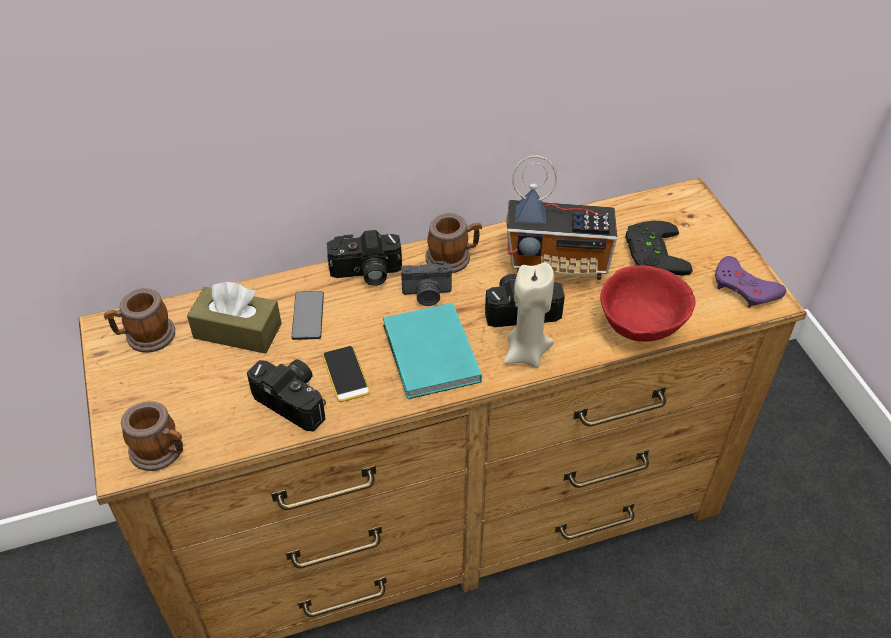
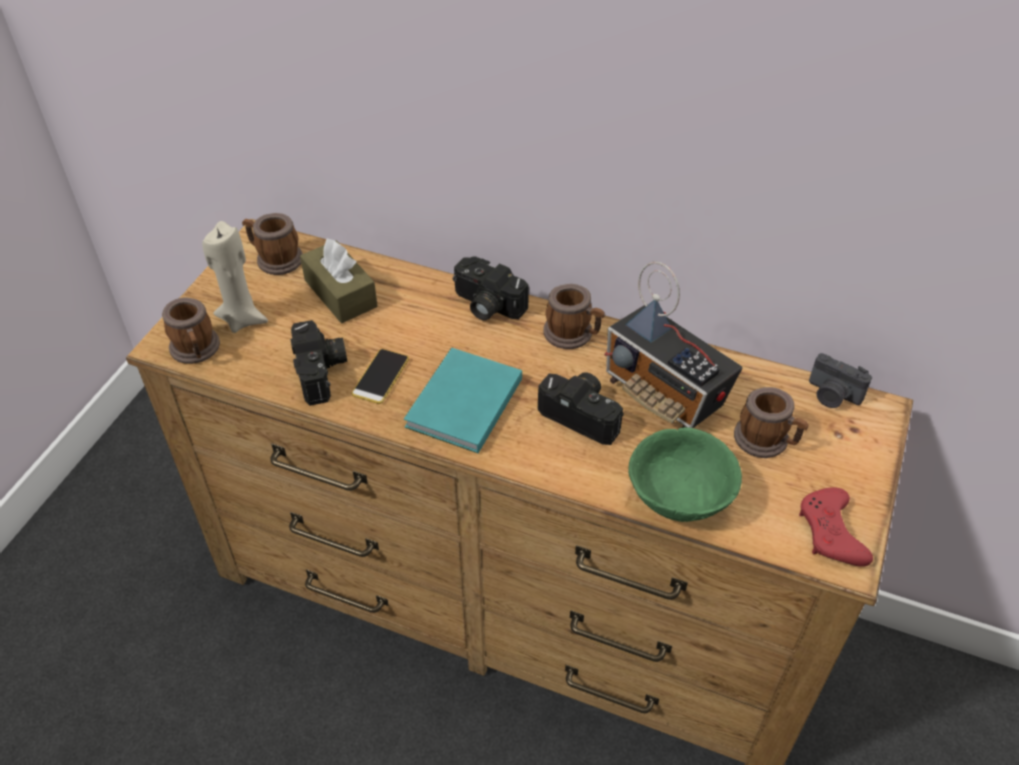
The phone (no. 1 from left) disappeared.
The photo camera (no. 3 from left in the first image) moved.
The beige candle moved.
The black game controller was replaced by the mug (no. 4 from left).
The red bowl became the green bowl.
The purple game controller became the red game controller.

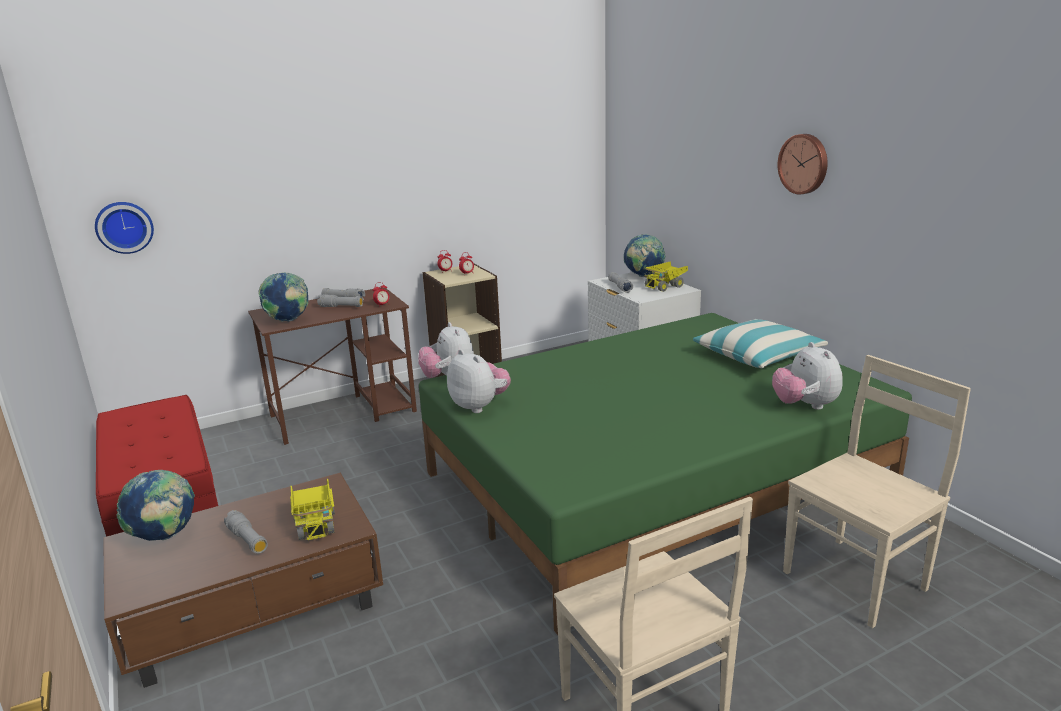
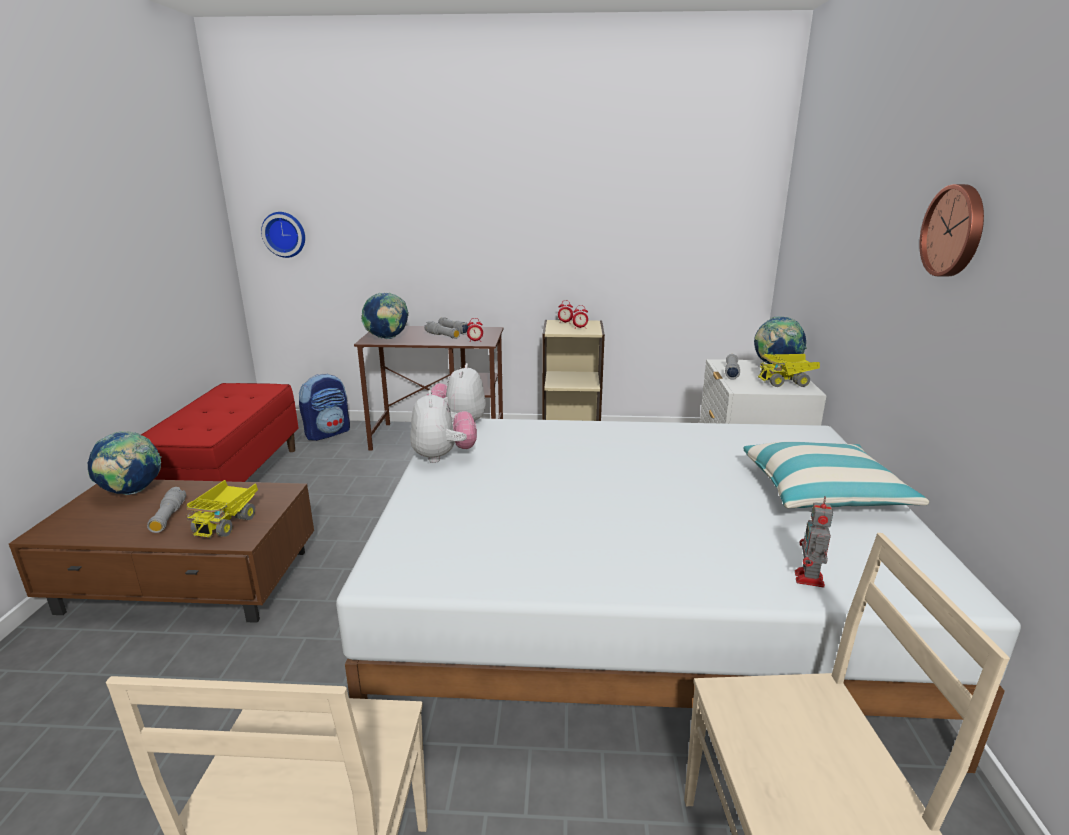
The backpack appeared.
The plush toy (no. 3 from left) was replaced by the toy robot.
The green bed became the white bed.

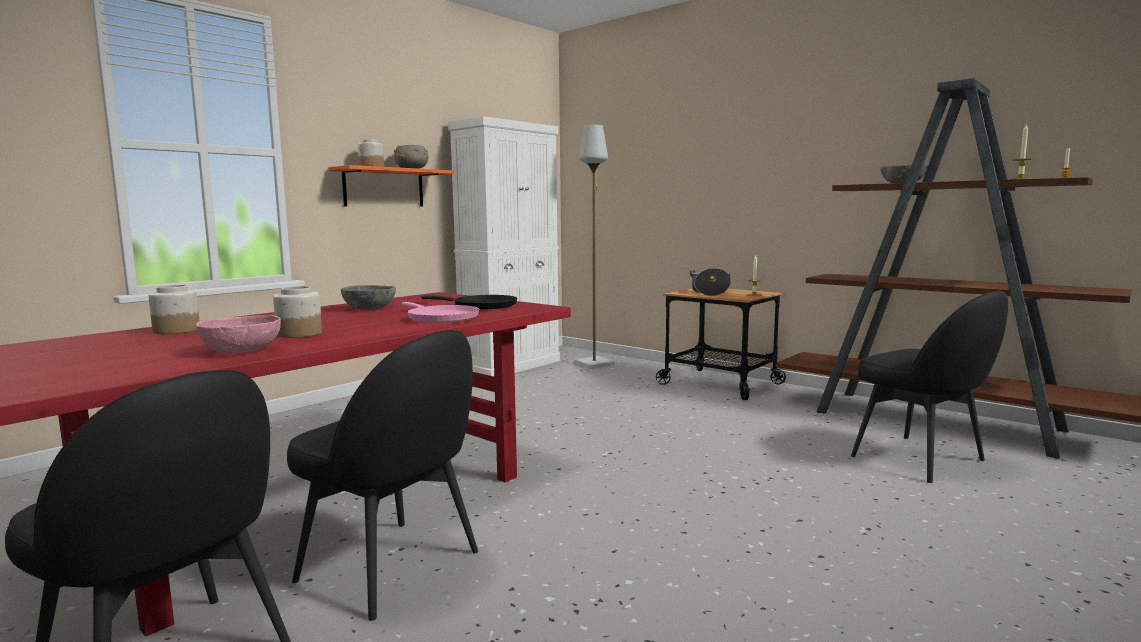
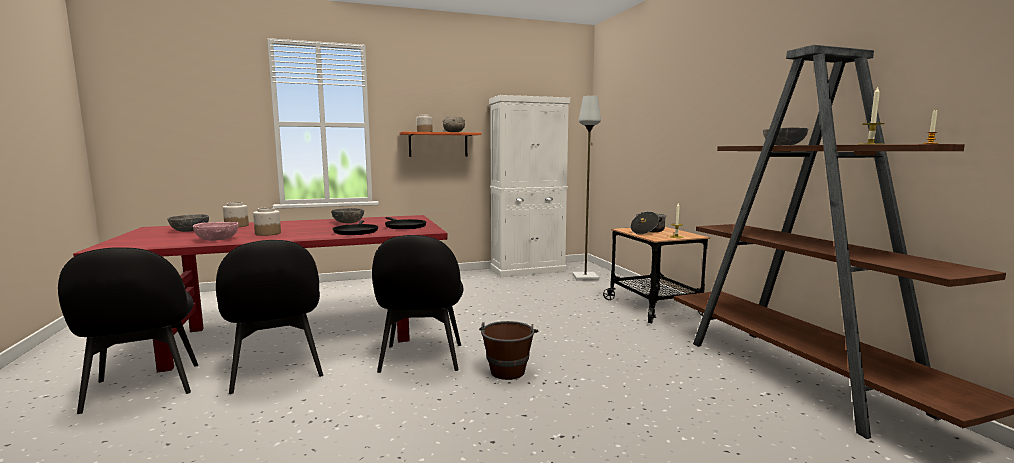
The grey bowl (no. 1 from left) appeared.
The brown bucket appeared.
The black chair (no. 3 from left) moved.
The pink frying pan became the black frying pan (no. 1 from left).

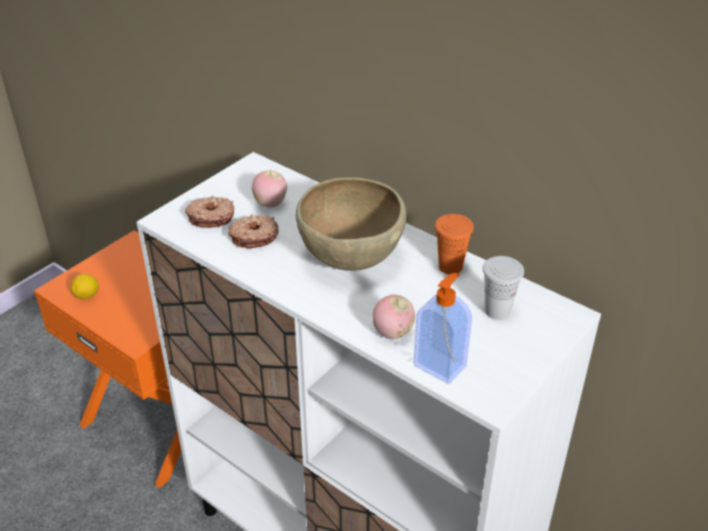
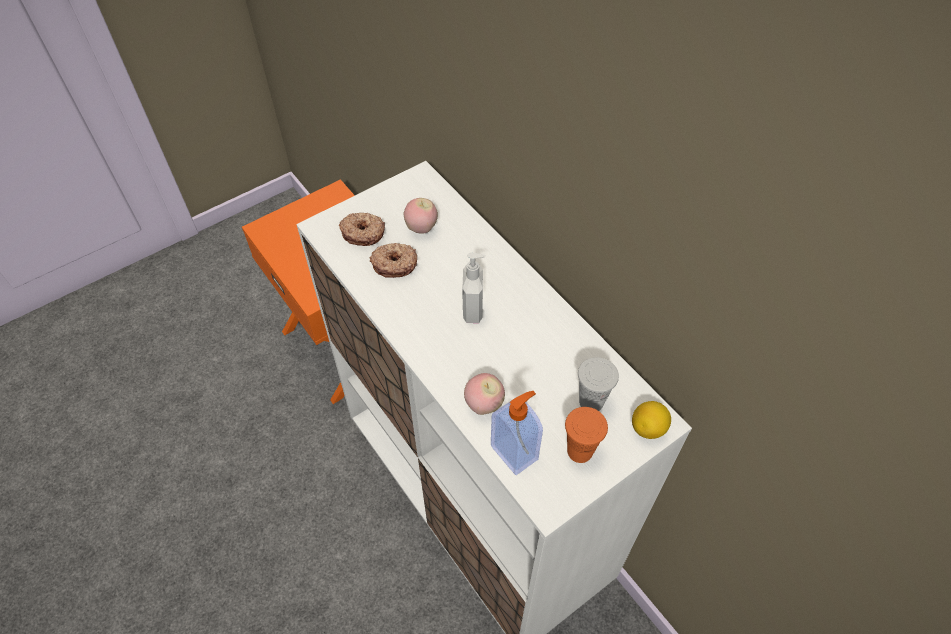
The lemon moved.
The orange cup moved.
The brown bowl was replaced by the soap dispenser (no. 1 from left).

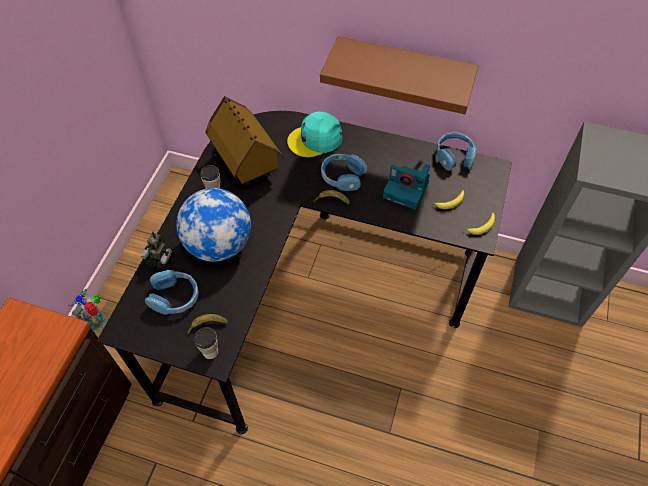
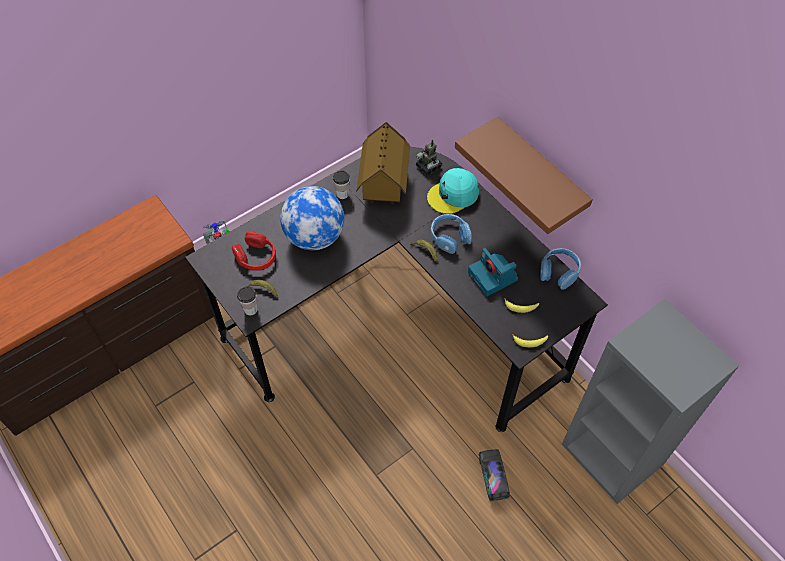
The toy truck appeared.
The toy robot (no. 2 from left) moved.
The blue headphones (no. 1 from left) became the red headphones.
The turquoise cap turned 45 degrees counterclockwise.

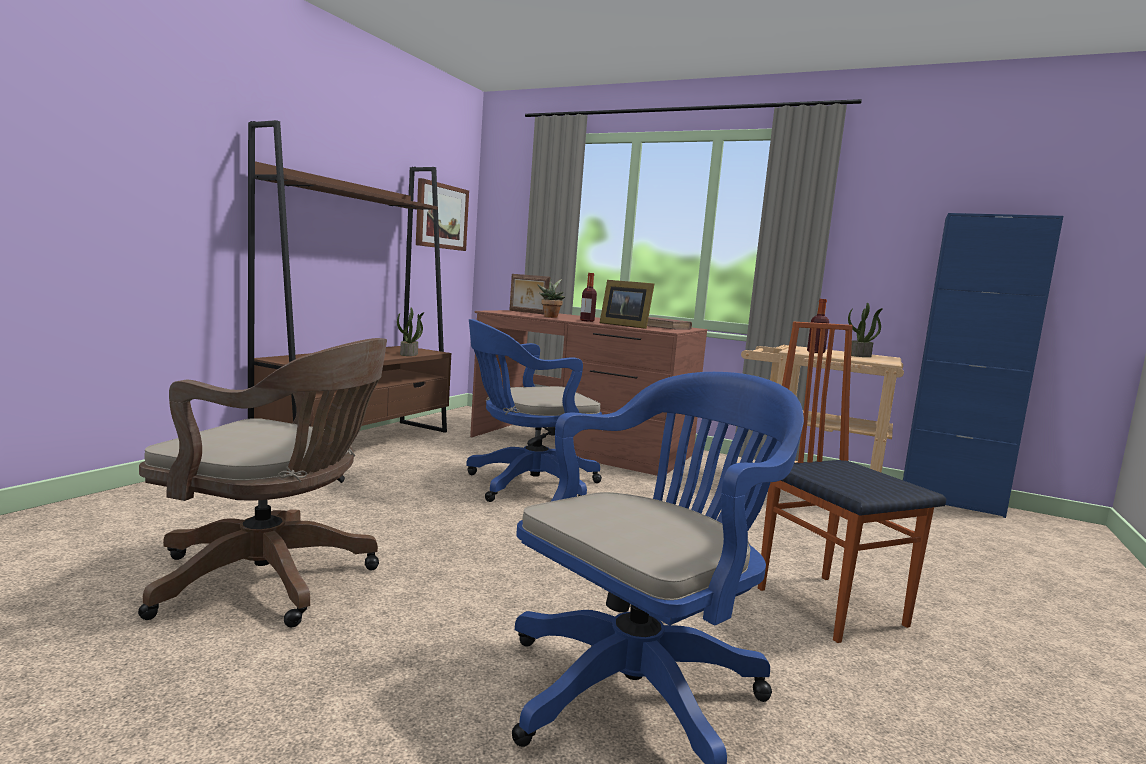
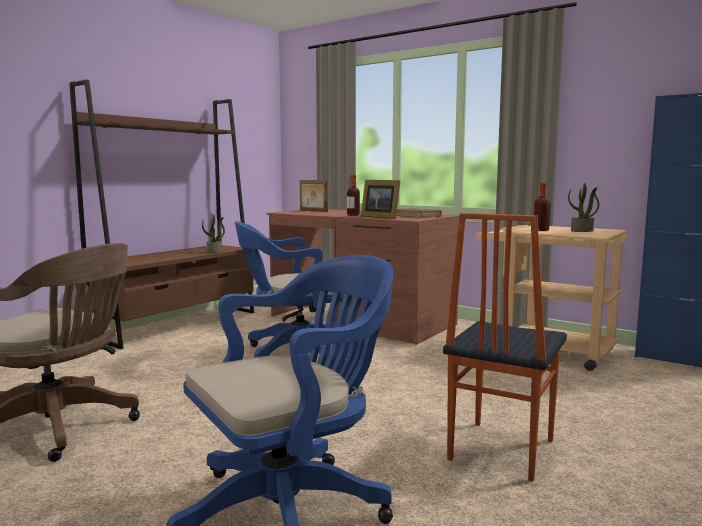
The picture disappeared.
The potted plant (no. 2 from left) disappeared.
The chair turned 135 degrees counterclockwise.

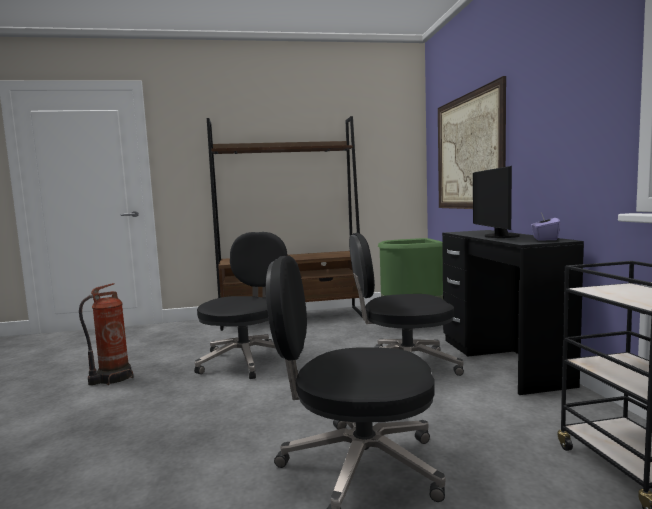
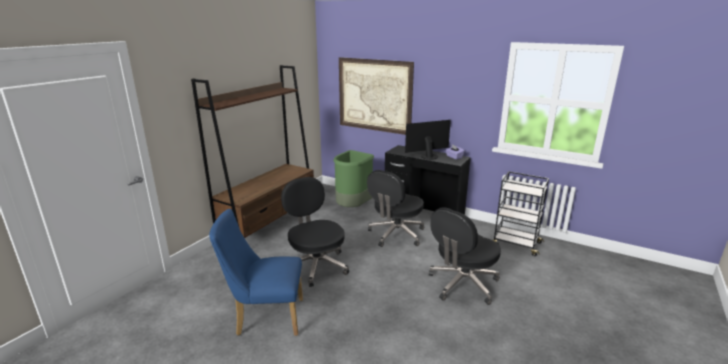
The fire extinguisher was replaced by the blue chair.
The monitor turned 120 degrees clockwise.

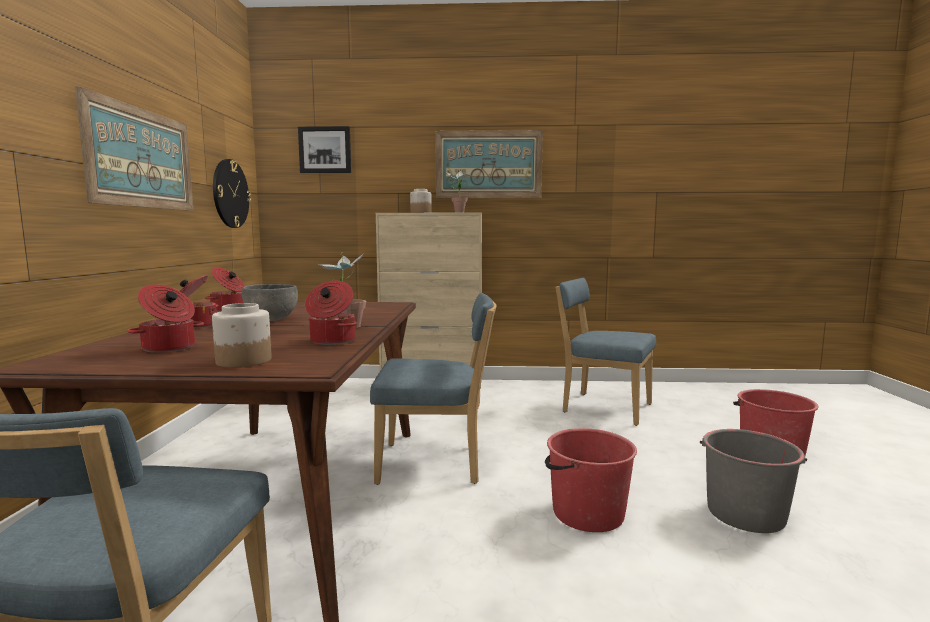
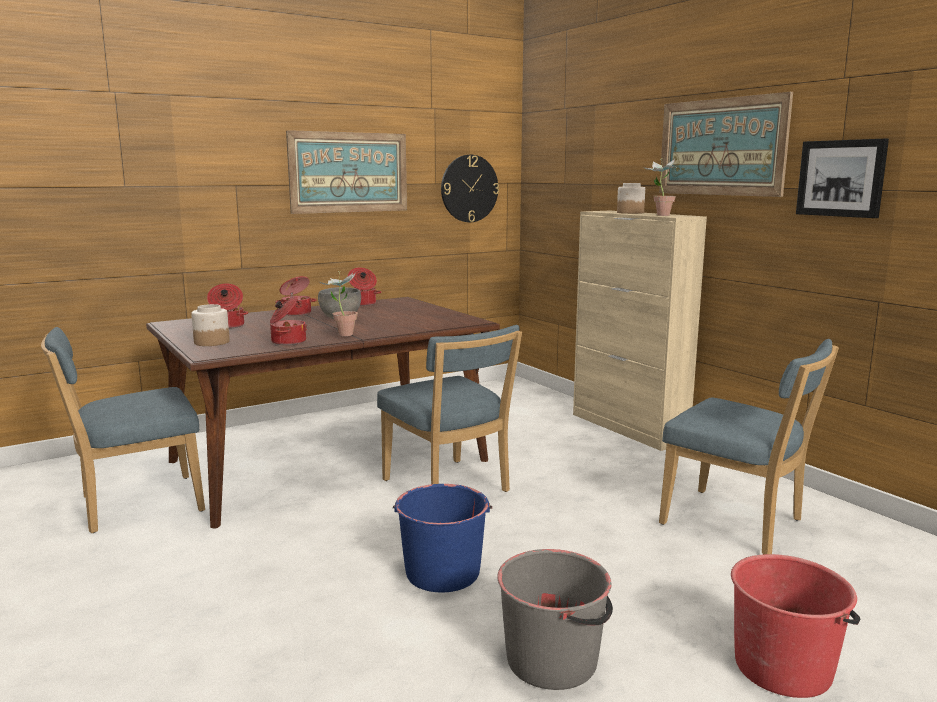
The picture (no. 2 from left in the first image) moved.
The red bucket (no. 1 from left) became the blue bucket.
The blue chair (no. 3 from left) turned 135 degrees clockwise.

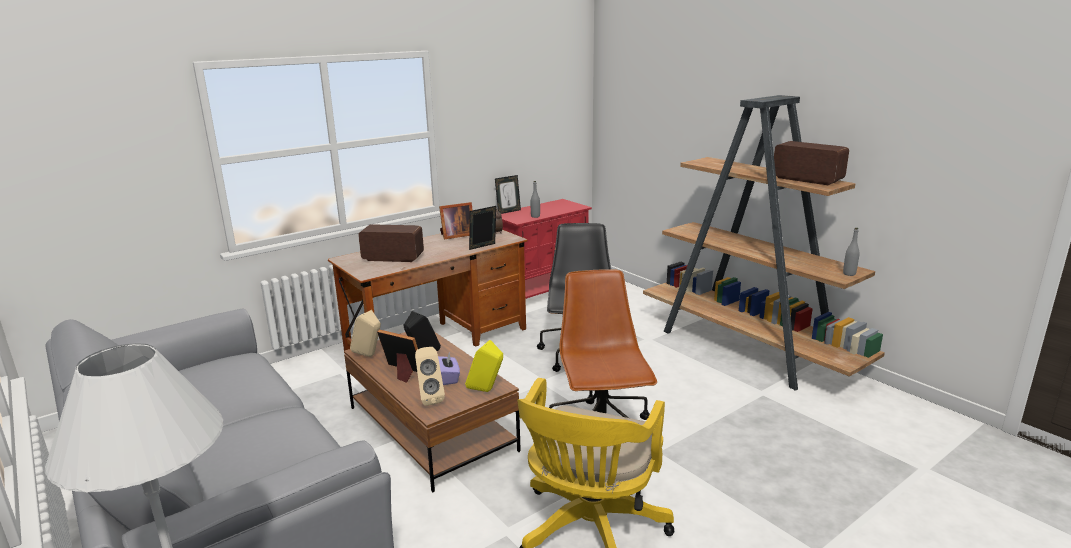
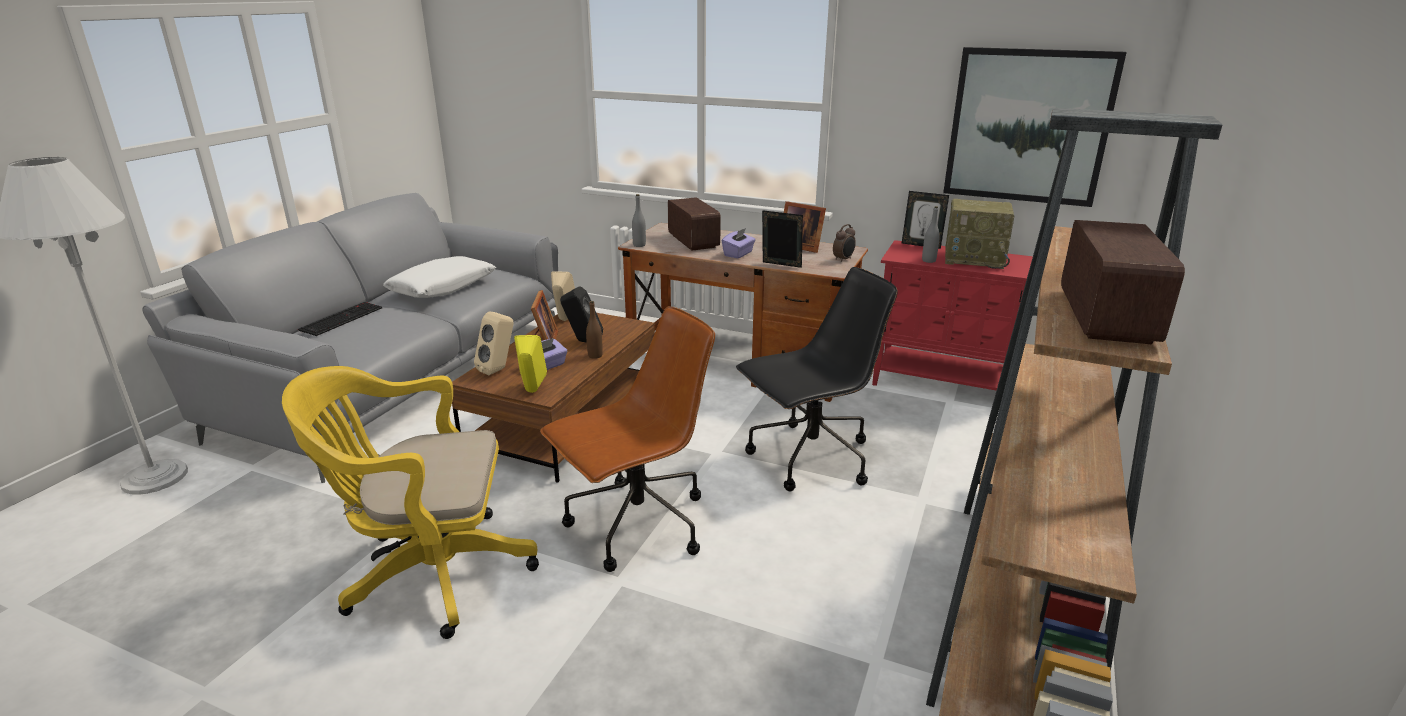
The keyboard appeared.
The white pillow appeared.
The brown bottle appeared.
The purple tissue box (no. 2 from left) appeared.
The picture appeared.
The radio (no. 2 from left) appeared.
The grey bottle (no. 2 from left in the first image) moved.

